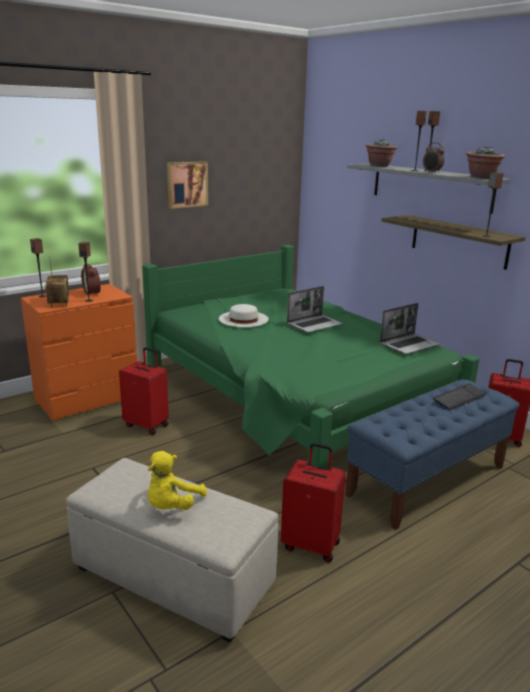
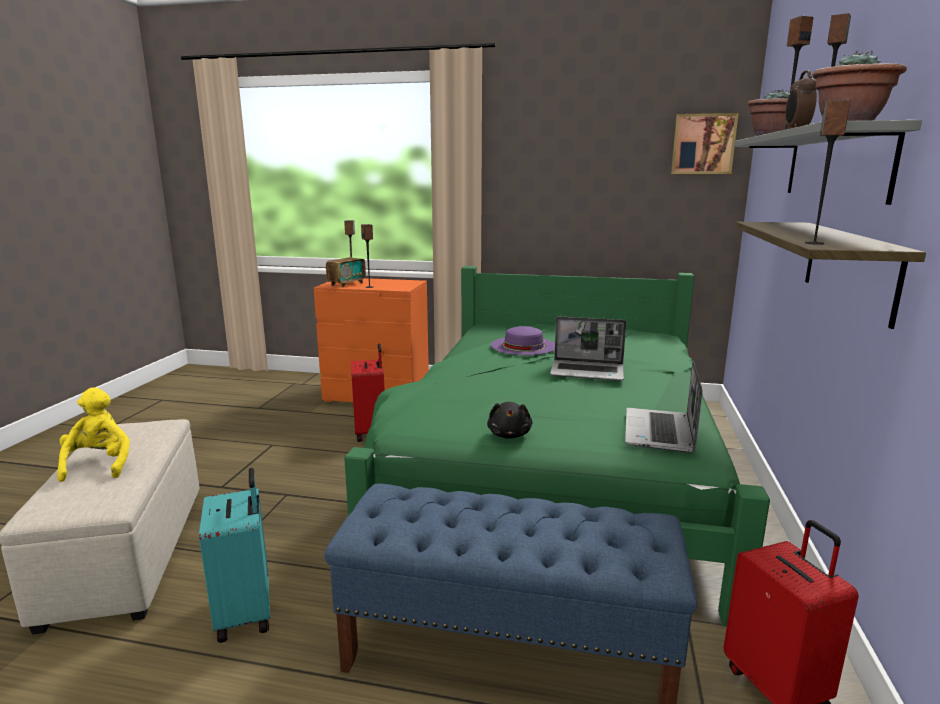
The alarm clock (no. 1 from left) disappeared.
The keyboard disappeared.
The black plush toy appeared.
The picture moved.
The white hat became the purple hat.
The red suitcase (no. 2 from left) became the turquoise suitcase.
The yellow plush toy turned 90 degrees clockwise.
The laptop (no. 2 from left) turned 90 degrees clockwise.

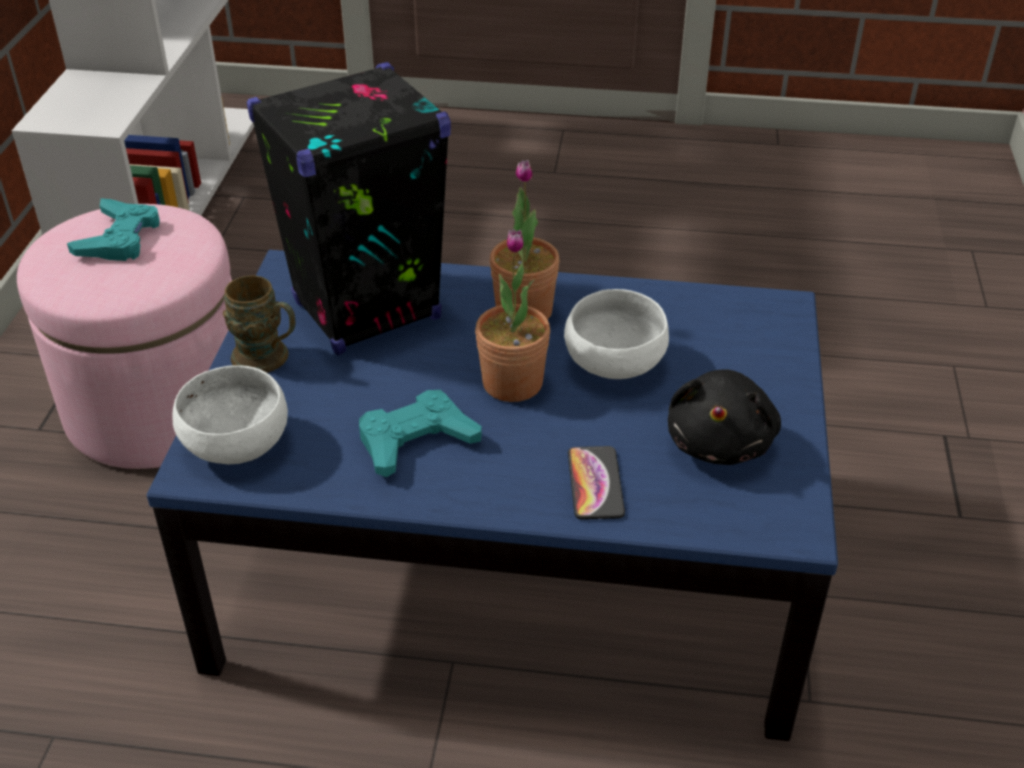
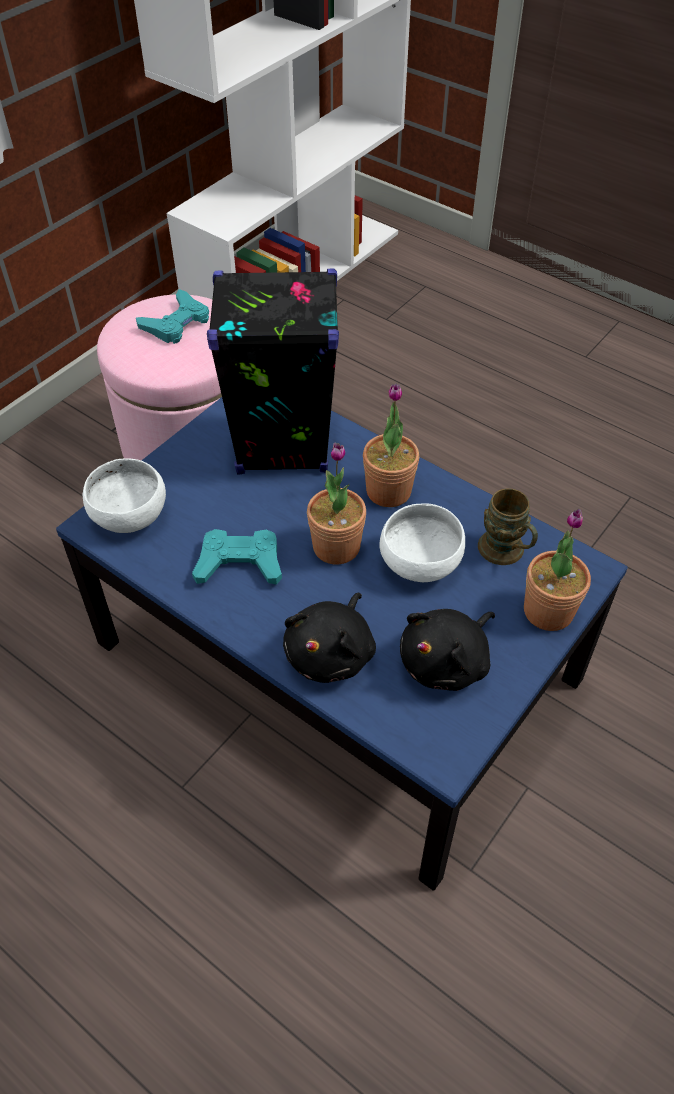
The potted plant (no. 3 from left) appeared.
The brown mug moved.
The phone was replaced by the black plush toy (no. 1 from left).

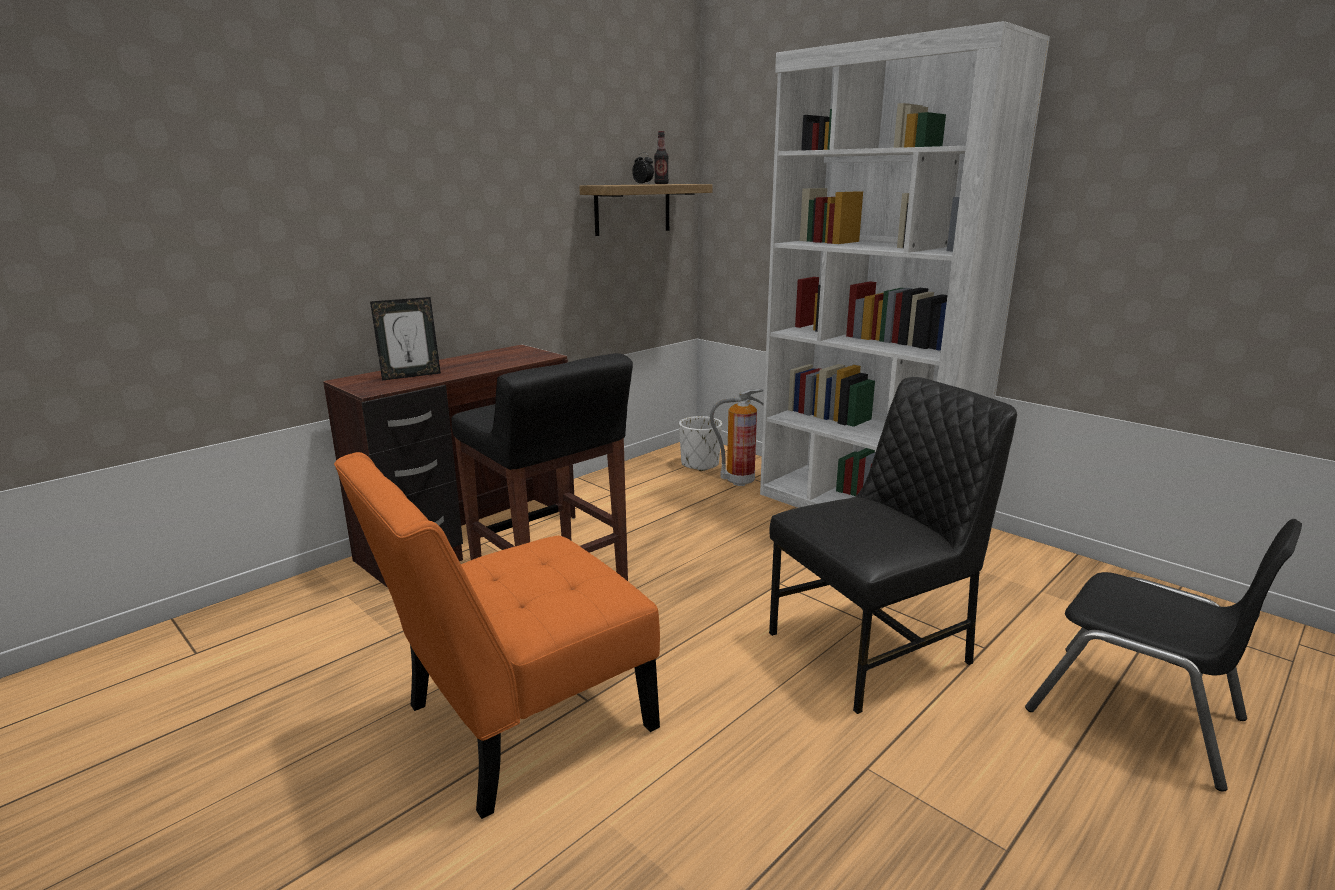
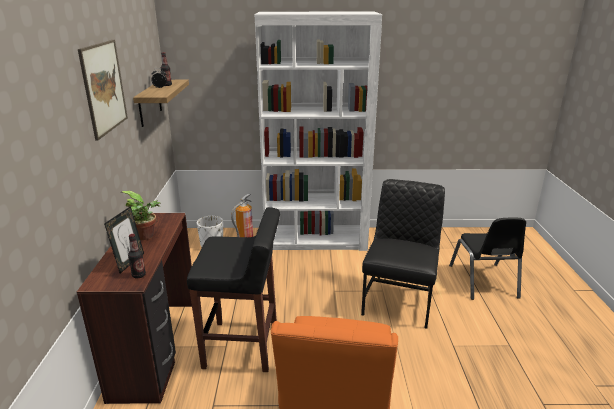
The picture appeared.
The potted plant appeared.
The bottle (no. 1 from left) appeared.
The black chair (no. 2 from left) turned 90 degrees clockwise.

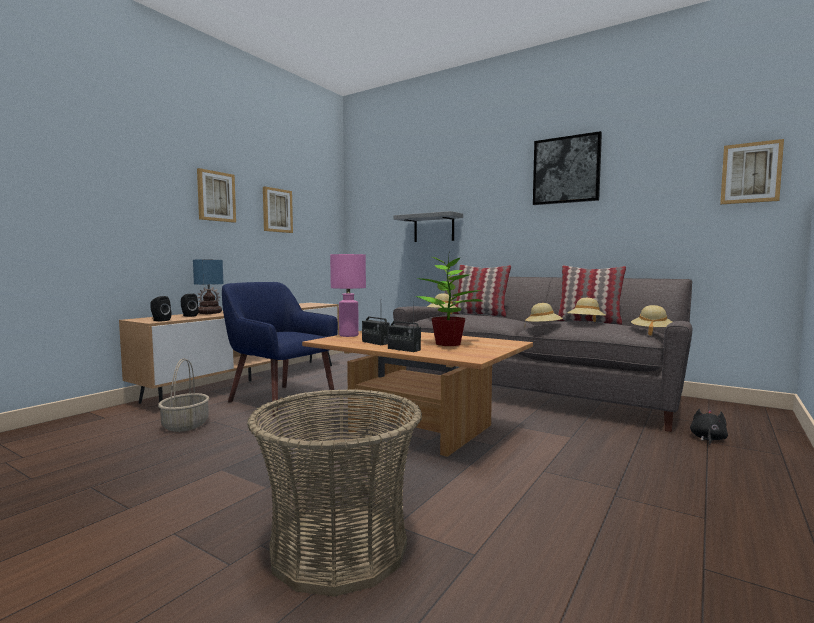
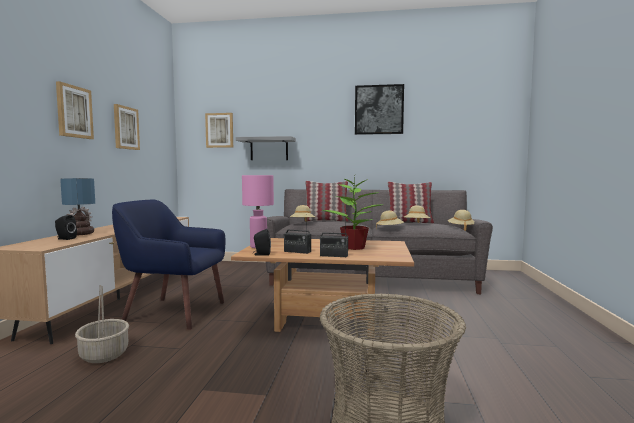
The black plush toy disappeared.
The black speaker (no. 1 from left in the first image) moved.
The picture (no. 4 from left in the first image) moved.

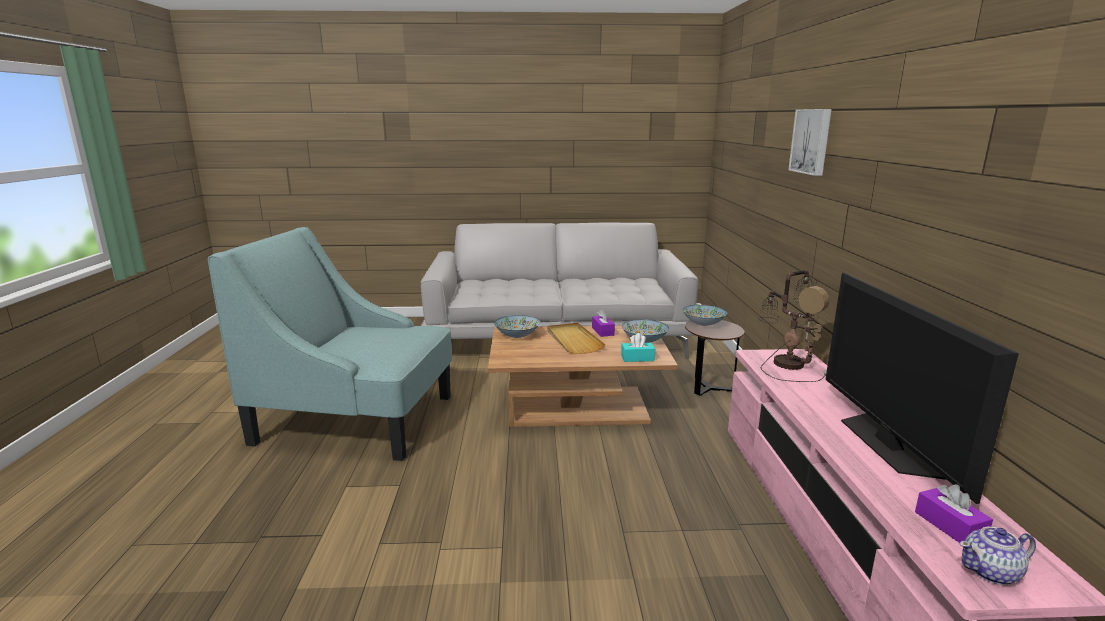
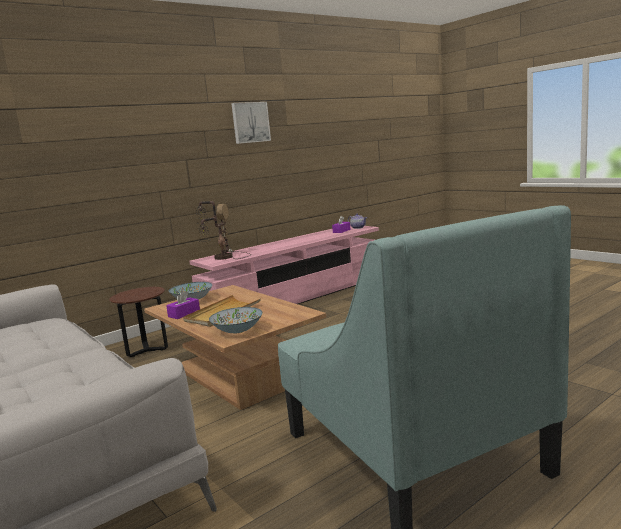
The turquoise tissue box disappeared.
The bowl (no. 3 from left) disappeared.
The television disappeared.
The picture moved.

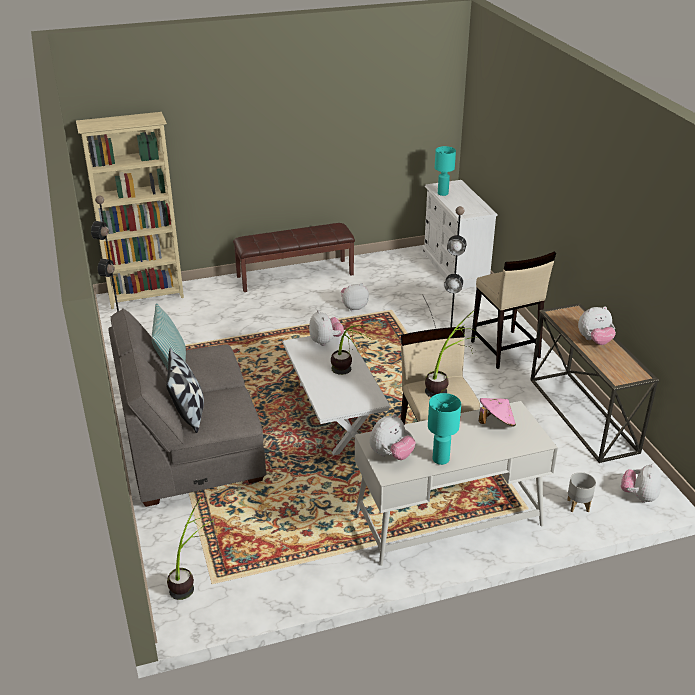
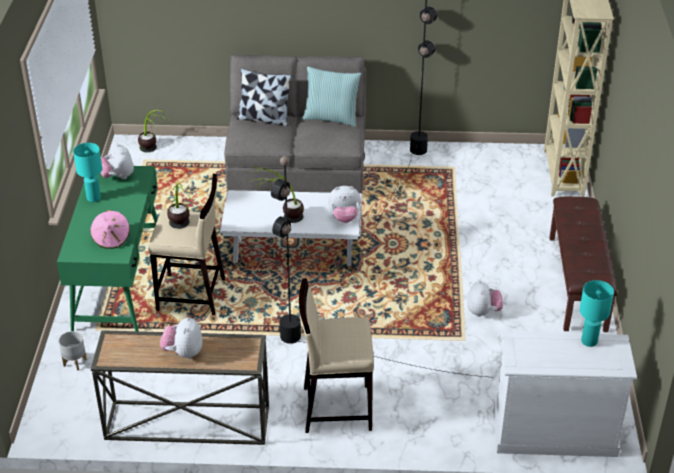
The plush toy (no. 5 from left) disappeared.
The white desk became the green desk.

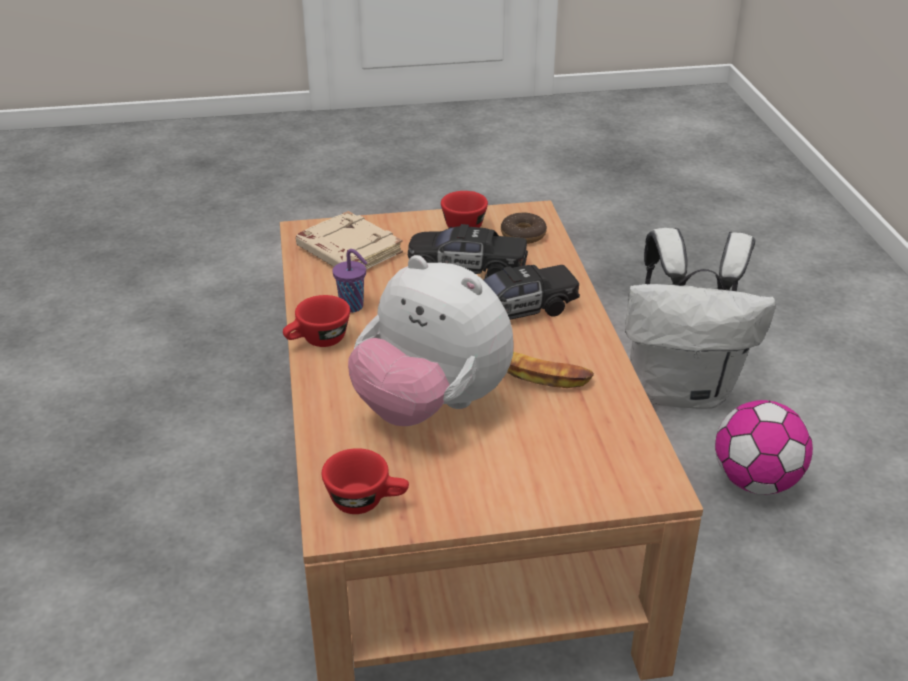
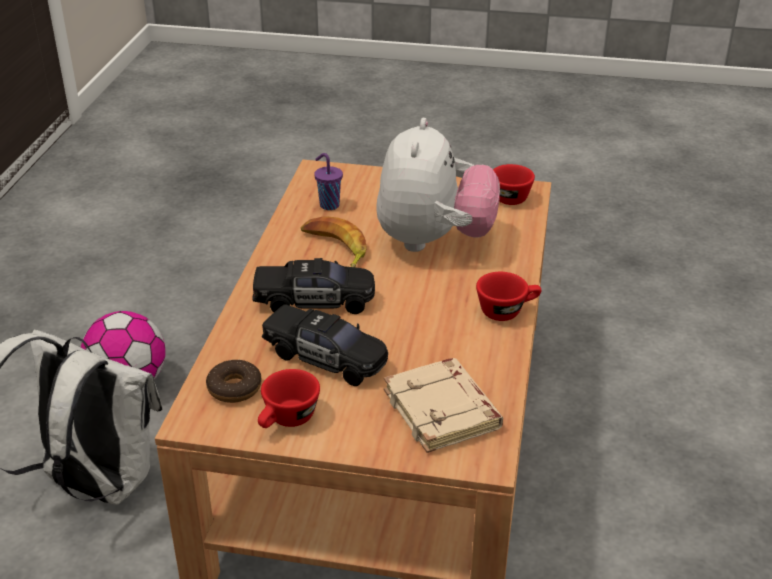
The purple cup moved.
The plush toy turned 45 degrees clockwise.

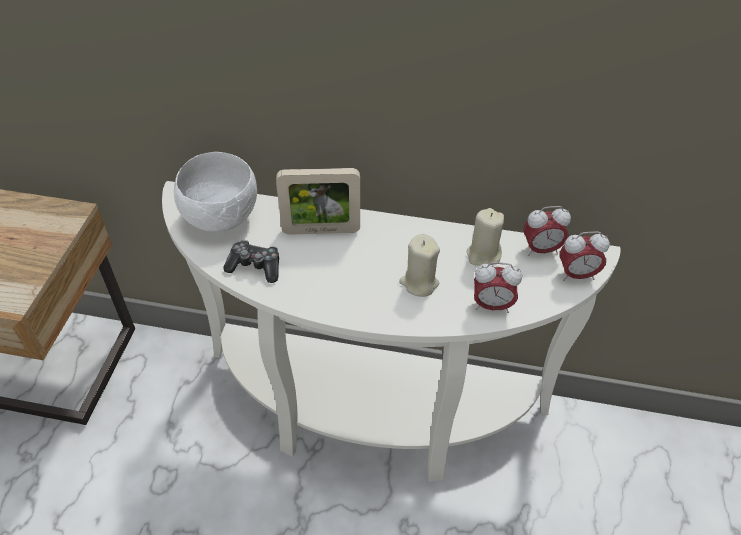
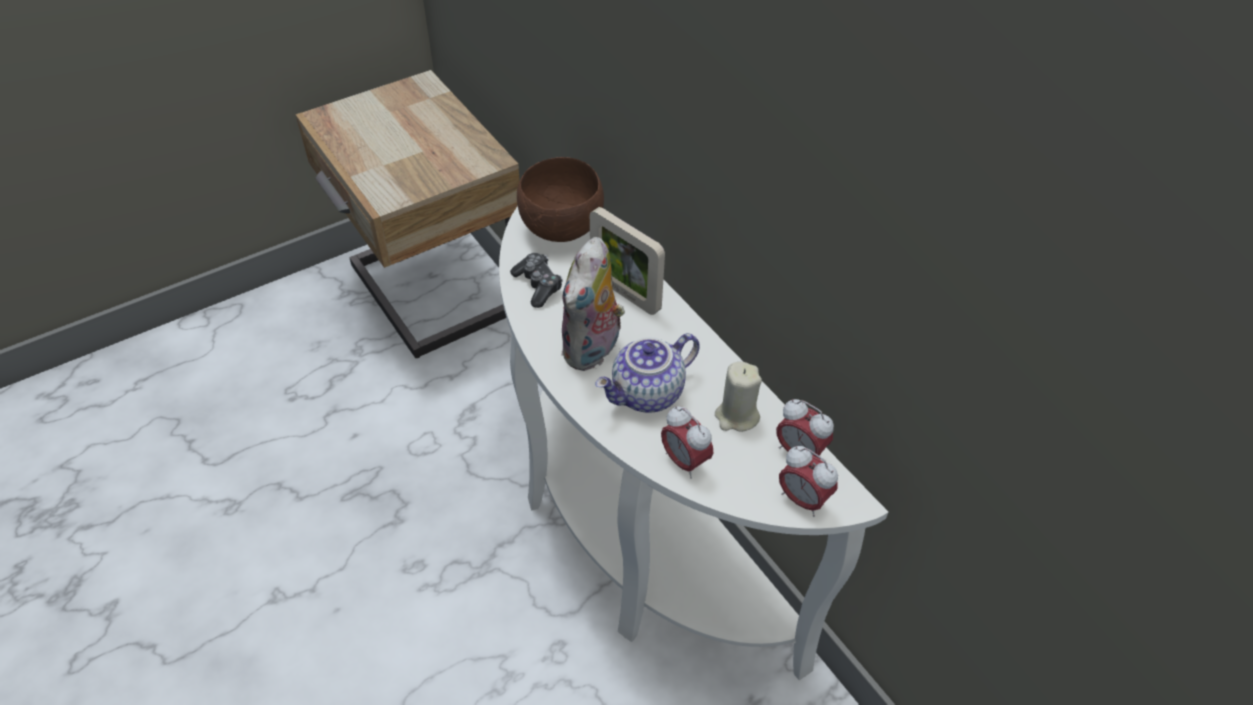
The plush toy appeared.
The beige candle (no. 1 from left) was replaced by the teapot.
The white bowl became the brown bowl.

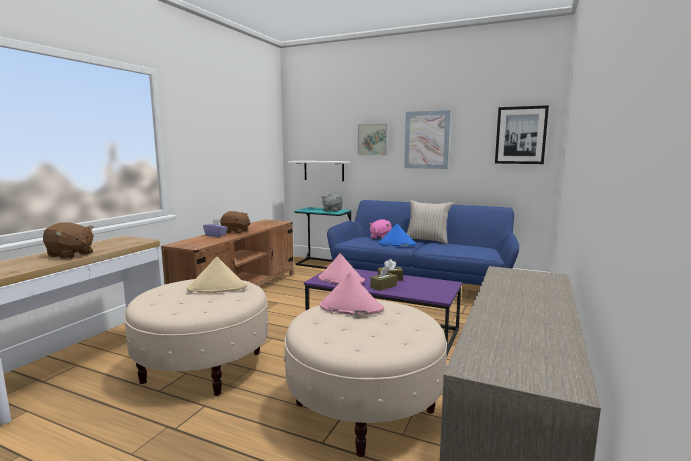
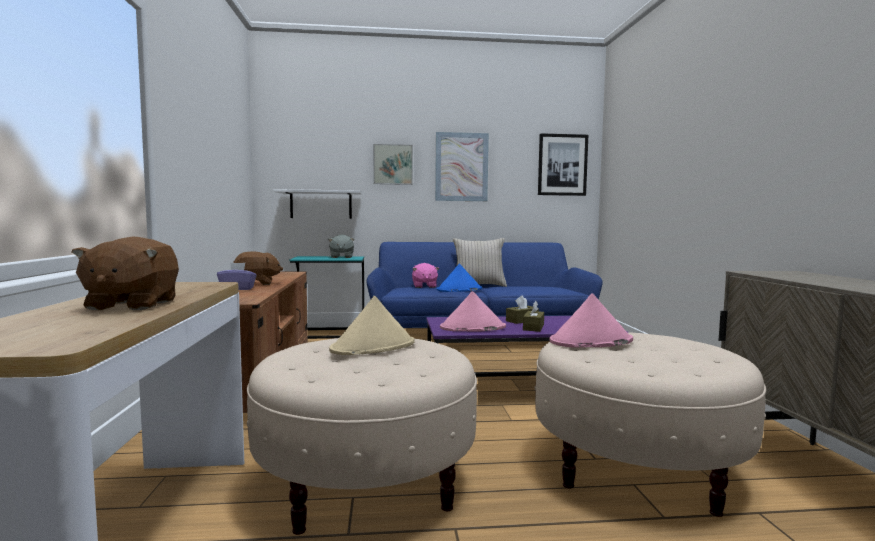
The brown plush toy (no. 1 from left) turned 90 degrees clockwise.

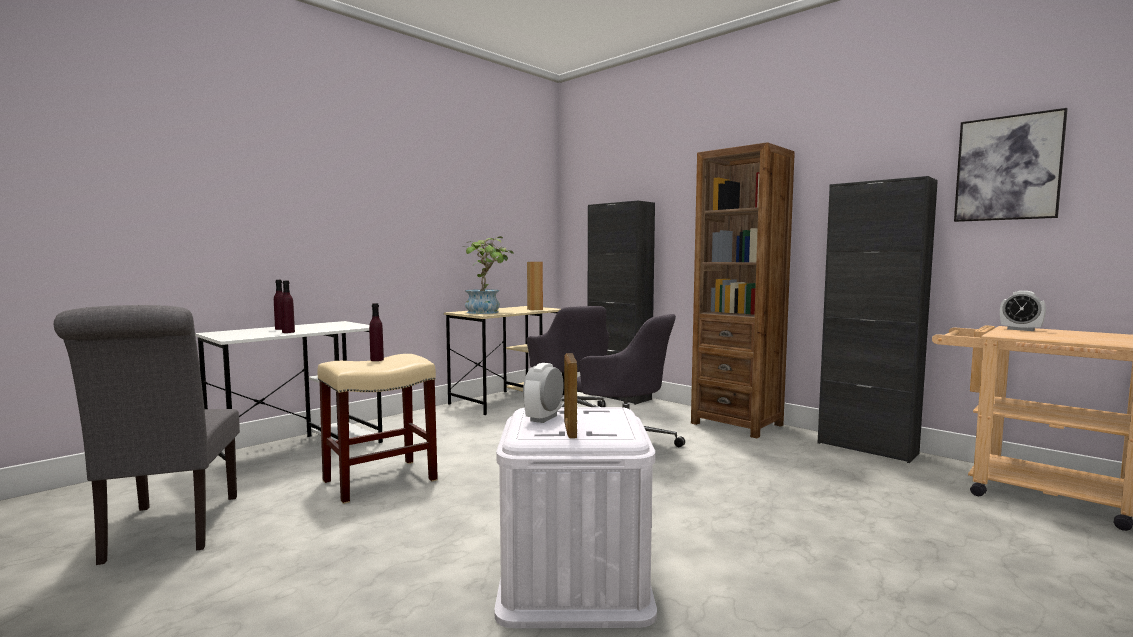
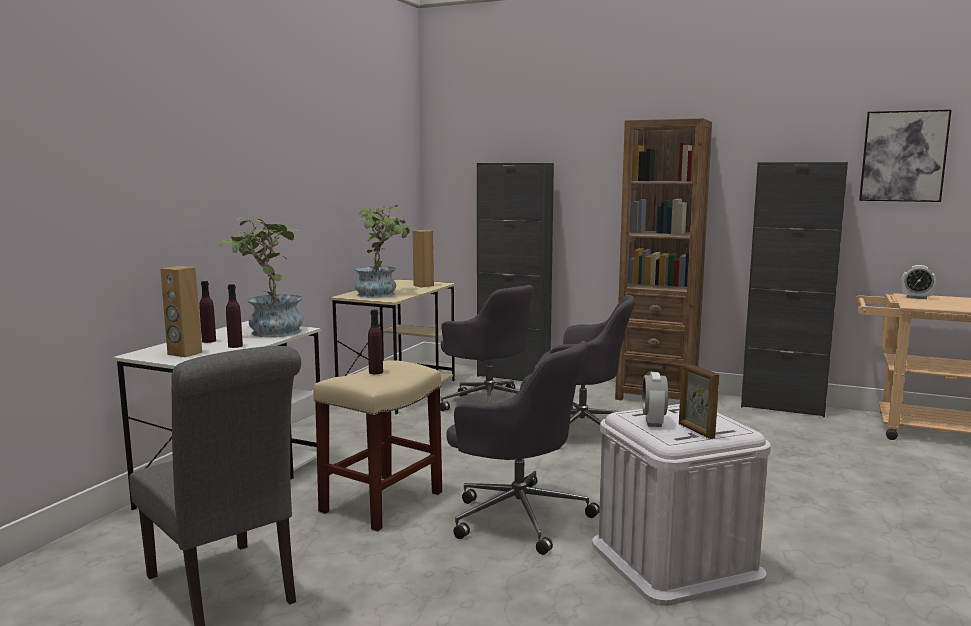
The brown speaker (no. 1 from left) appeared.
The potted plant (no. 1 from left) appeared.
The grey office chair (no. 2 from left) appeared.

